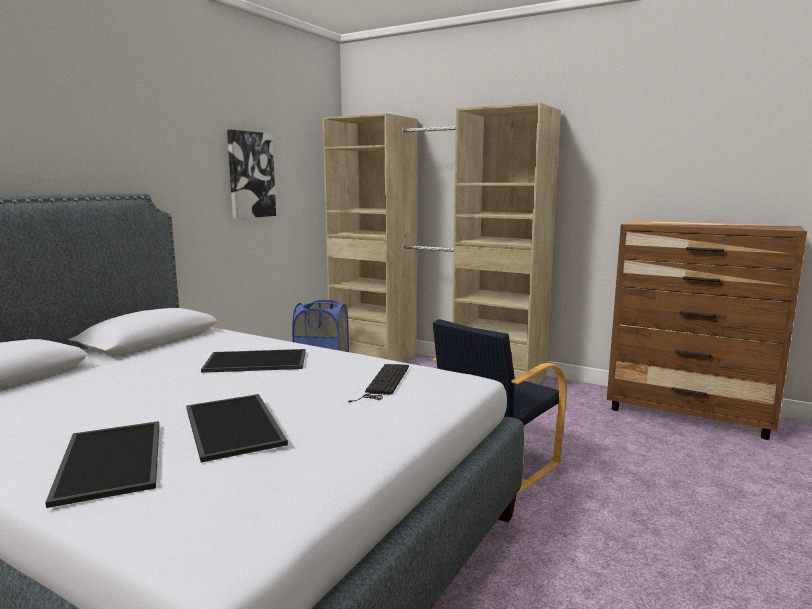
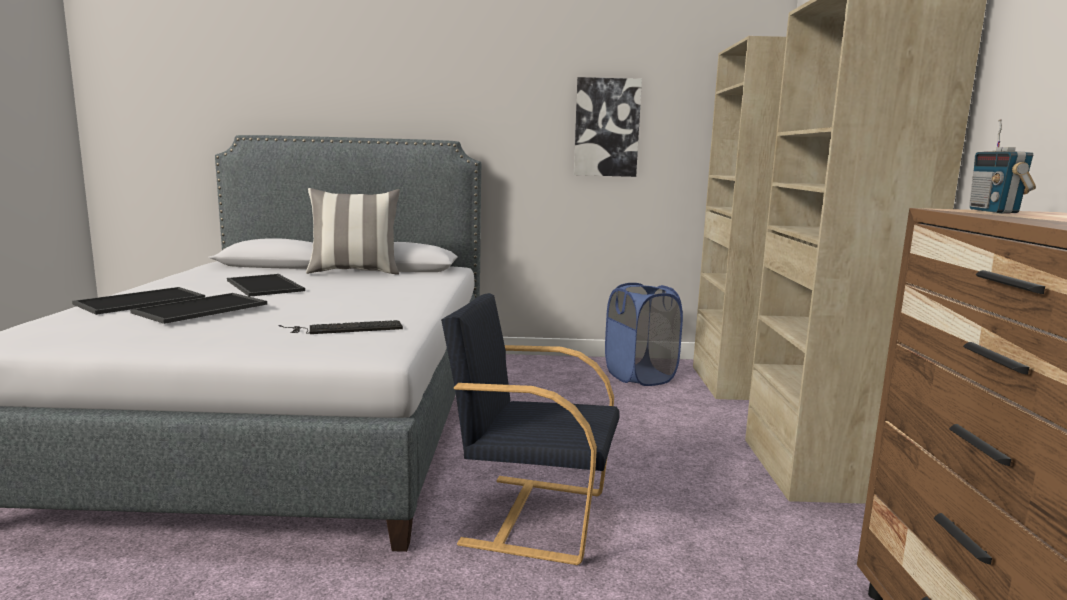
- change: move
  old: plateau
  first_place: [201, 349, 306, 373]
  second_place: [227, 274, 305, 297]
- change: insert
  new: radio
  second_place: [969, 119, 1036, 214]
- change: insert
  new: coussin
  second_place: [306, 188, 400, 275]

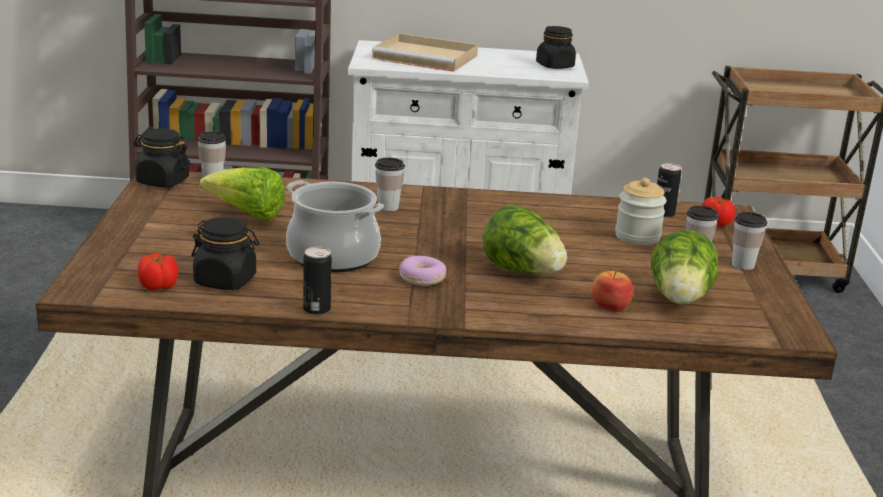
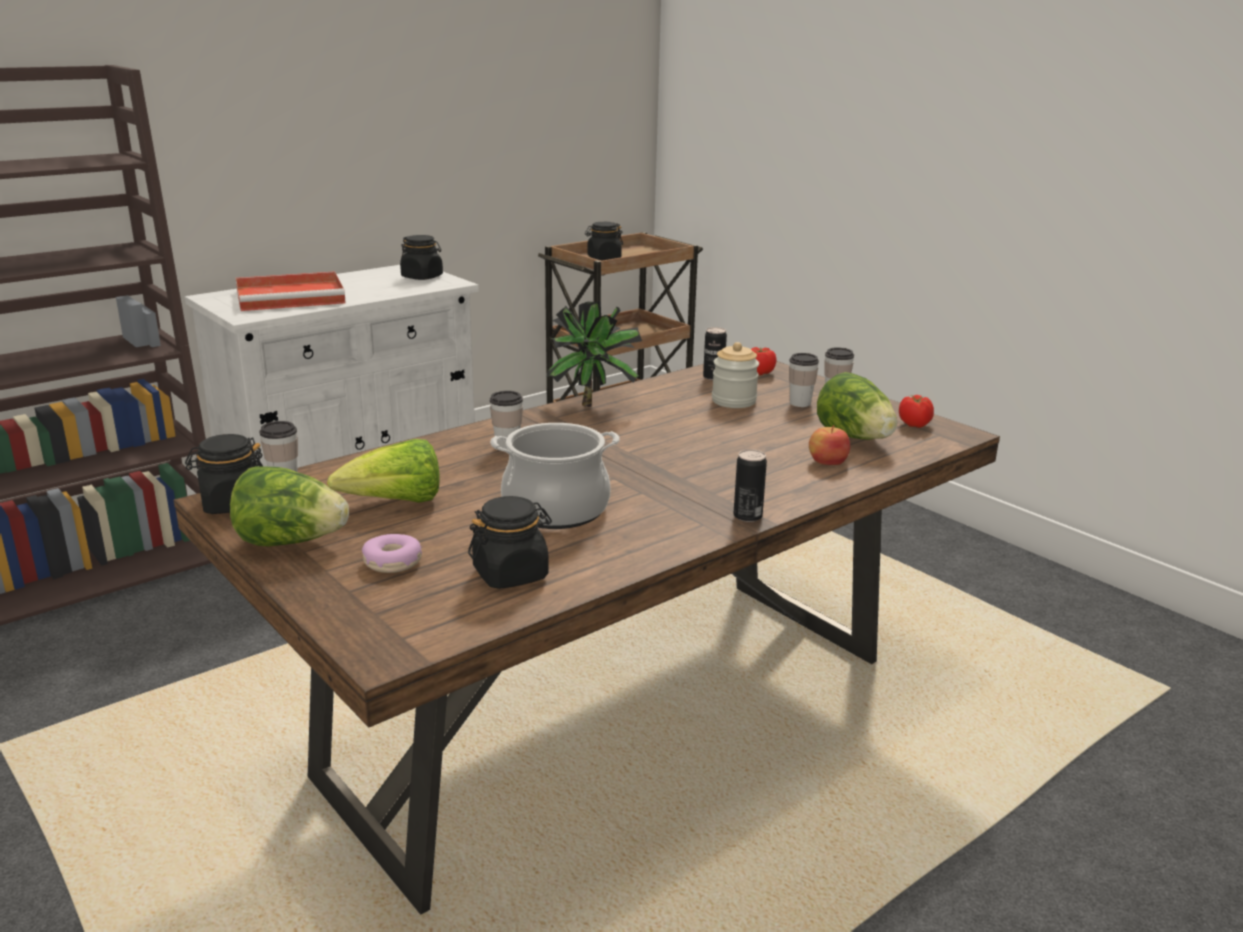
- change: recolor
  old: plateau/beige
  new: plateau/rouge
  first_place: [372, 33, 478, 72]
  second_place: [236, 271, 346, 311]
- change: move
  old: laitue
  first_place: [483, 205, 567, 274]
  second_place: [230, 466, 349, 546]
- change: move
  old: boîte métallique
  first_place: [303, 247, 332, 315]
  second_place: [733, 449, 767, 522]
- change: move
  old: tomate
  first_place: [138, 253, 178, 291]
  second_place: [899, 395, 934, 428]
- change: move
  old: beignet
  first_place: [399, 256, 446, 286]
  second_place: [362, 534, 422, 573]
- change: insert
  new: bocal/noir
  second_place: [585, 222, 623, 260]
- change: insert
  new: plante en pot
  second_place: [546, 301, 642, 407]

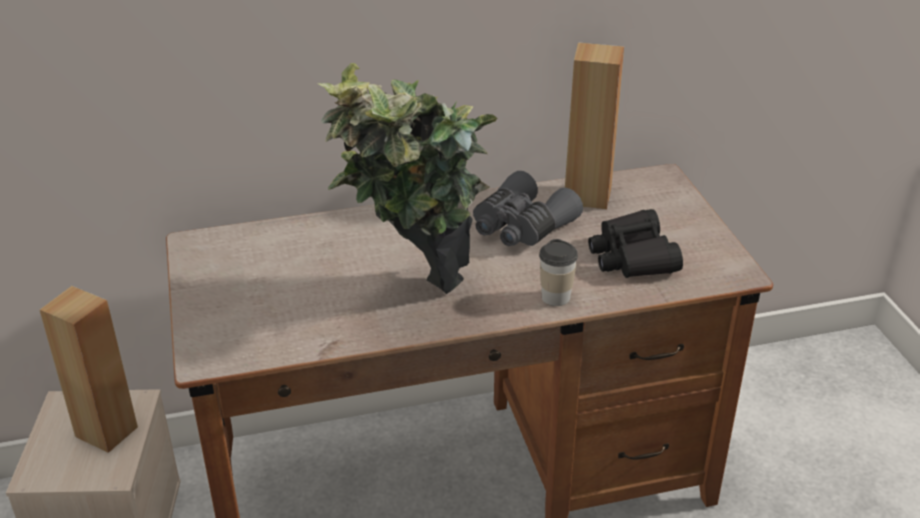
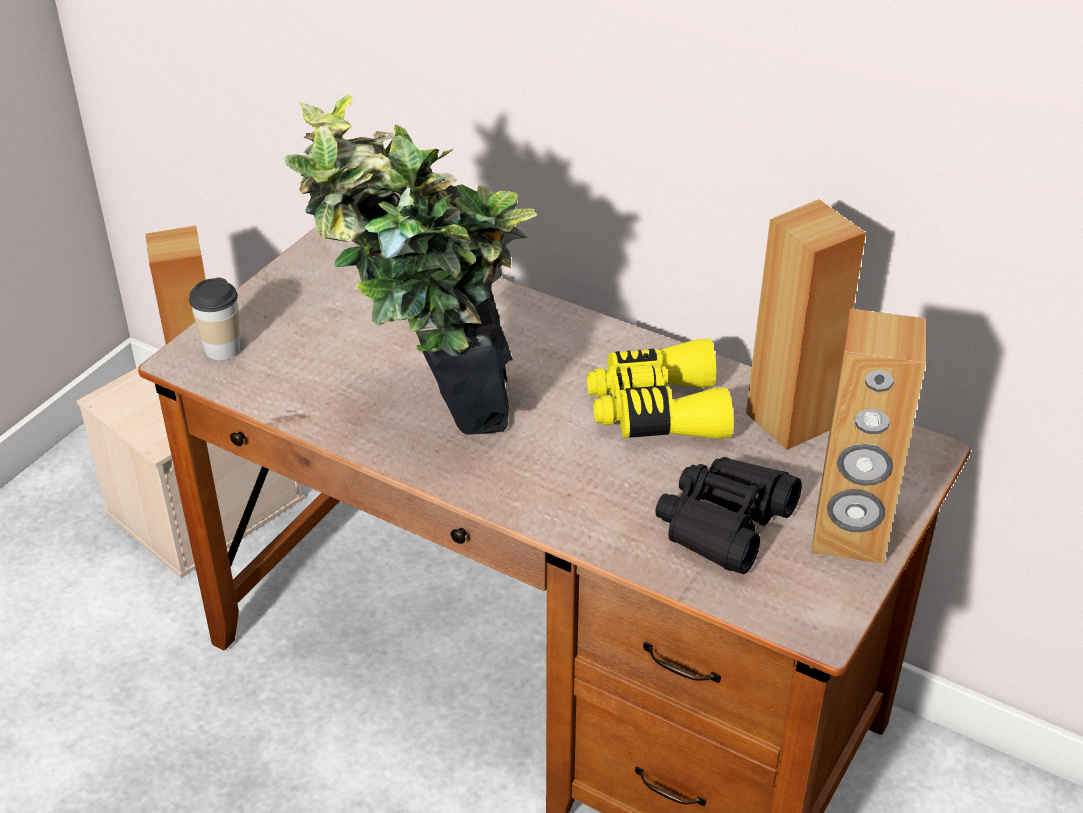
- change: recolor
  old: jumelles/gris
  new: jumelles/jaune
  first_place: [473, 171, 583, 246]
  second_place: [587, 339, 733, 439]
- change: move
  old: tasse
  first_place: [539, 239, 578, 306]
  second_place: [189, 277, 240, 361]
- change: insert
  new: enceinte/marron
  second_place: [811, 308, 926, 564]

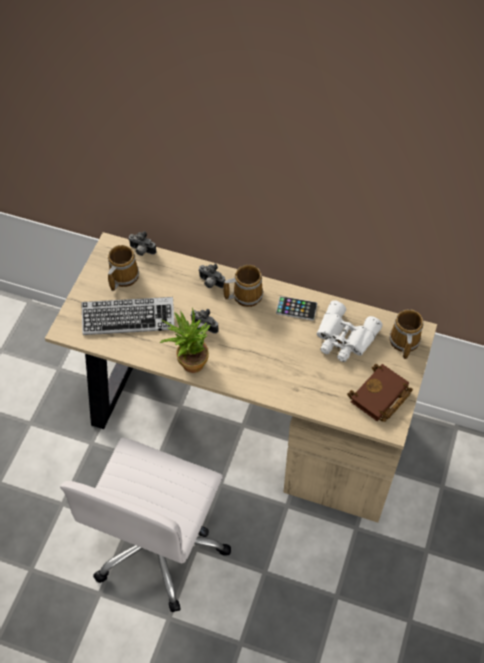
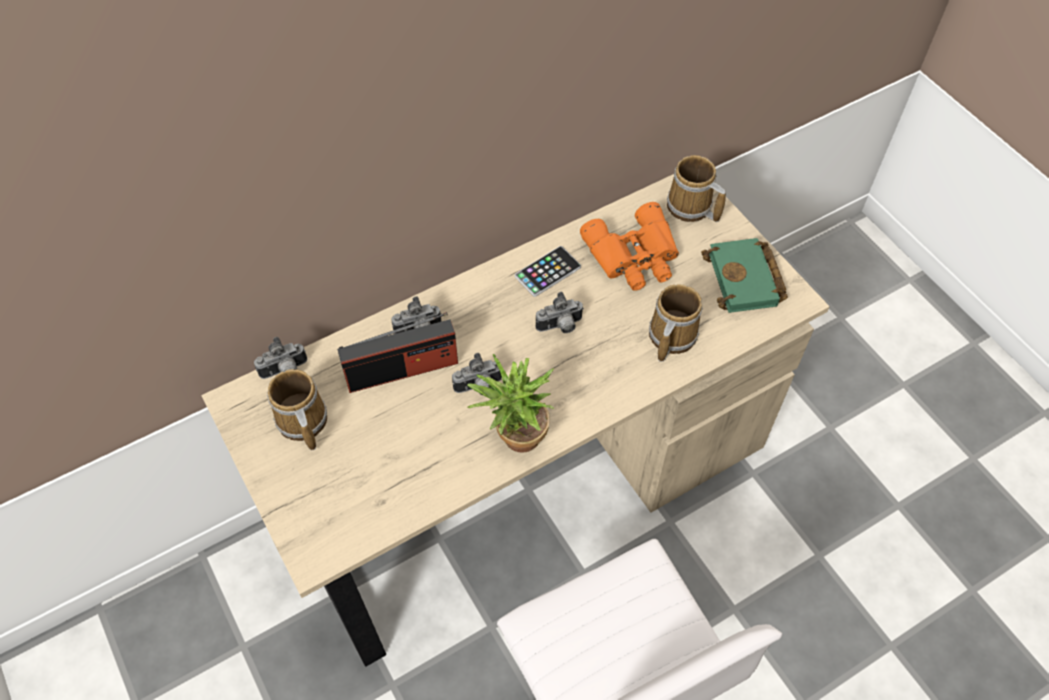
- change: move
  old: mug
  first_place: [223, 265, 263, 307]
  second_place: [649, 284, 703, 362]
- change: delete
  old: clavier
  first_place: [81, 297, 175, 335]
- change: recolor
  old: jumelles/blanc
  new: jumelles/orange
  first_place: [317, 300, 383, 362]
  second_place: [580, 202, 679, 291]
- change: recolor
  old: livre/marron
  new: livre/vert
  first_place: [347, 364, 413, 422]
  second_place: [701, 238, 788, 313]
- change: insert
  new: appareil photo
  second_place: [536, 292, 584, 333]
- change: insert
  new: radio
  second_place: [337, 312, 458, 393]

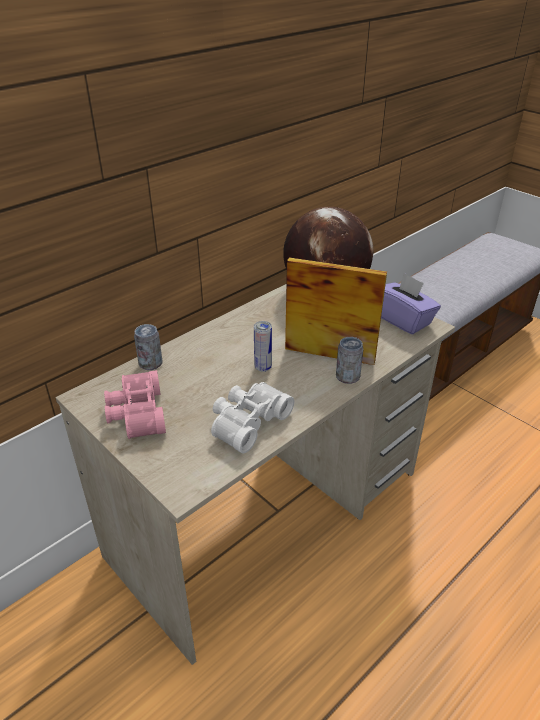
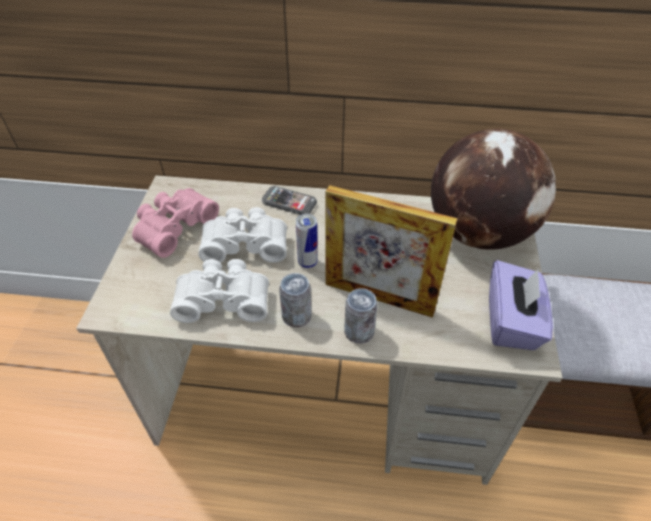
- change: rotate
  old: cadre photo
  first_place: [285, 257, 387, 365]
  second_place: [326, 185, 458, 318]
  degrees: 135
- change: move
  old: boîte métallique
  first_place: [134, 324, 163, 370]
  second_place: [279, 273, 311, 327]
- change: insert
  new: téléphone
  second_place: [262, 186, 317, 215]
- change: insert
  new: jumelles/blanc
  second_place: [198, 207, 287, 263]

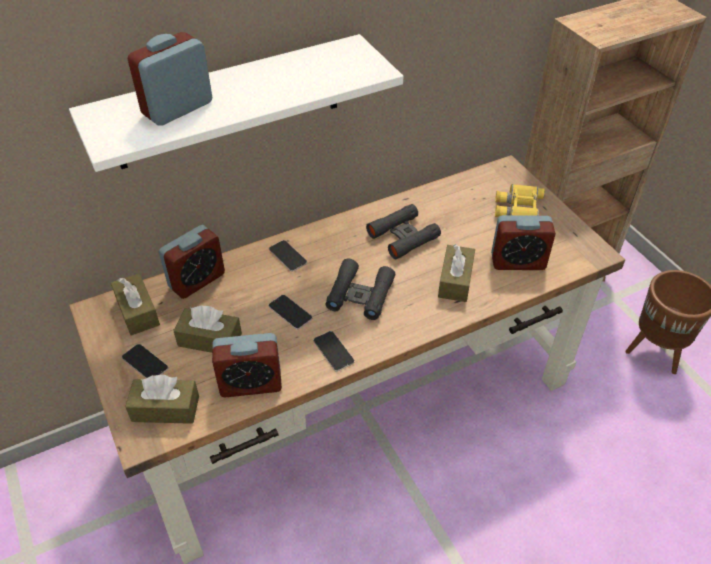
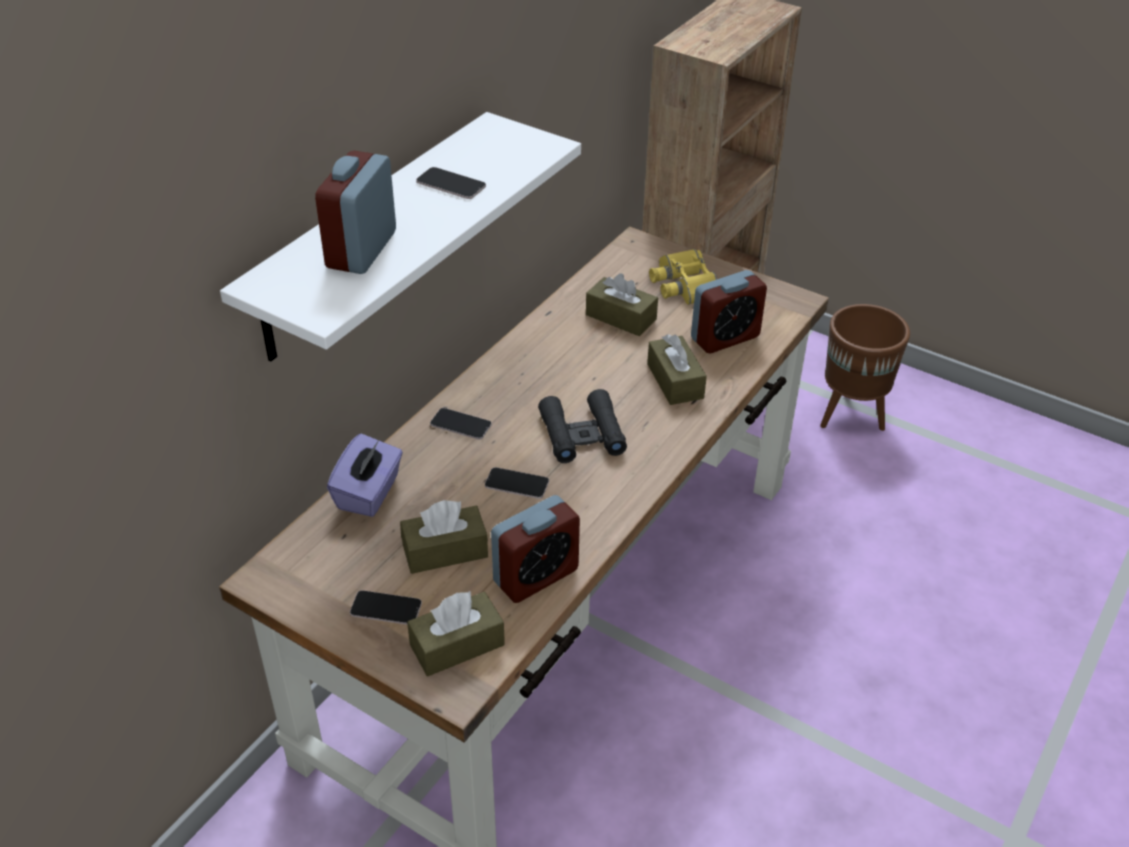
- change: delete
  old: jumelles/noir
  first_place: [366, 204, 441, 260]
- change: replace
  old: réveil
  new: boîte à mouchoirs/violet
  first_place: [159, 225, 225, 299]
  second_place: [327, 434, 403, 517]
- change: move
  old: boîte à mouchoirs/marron
  first_place: [111, 273, 160, 336]
  second_place: [586, 273, 658, 336]
- change: move
  old: téléphone
  first_place: [313, 331, 355, 372]
  second_place: [416, 167, 486, 199]

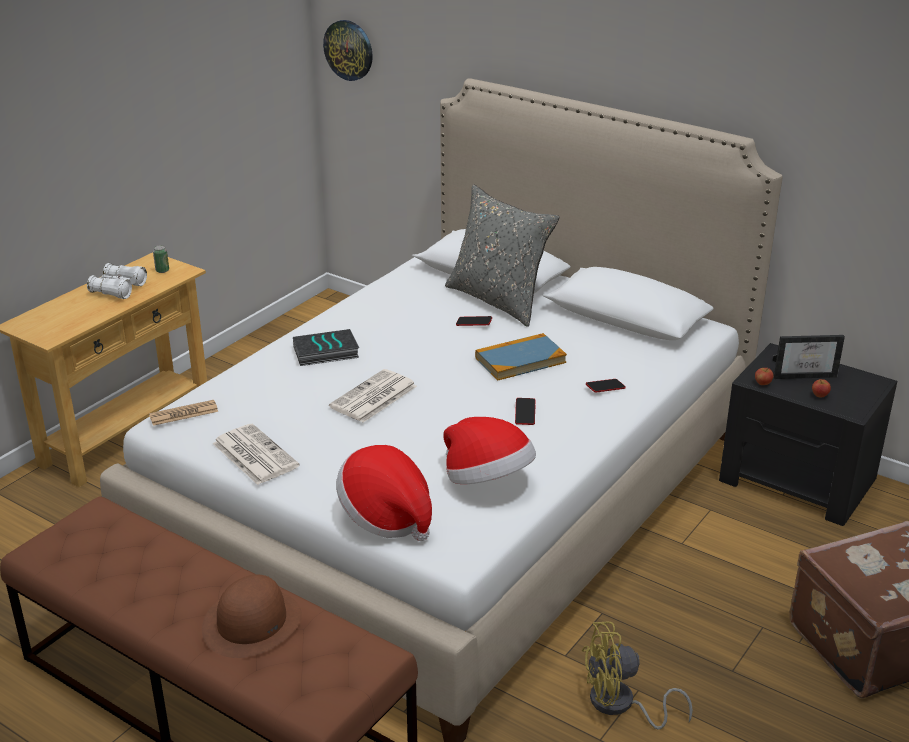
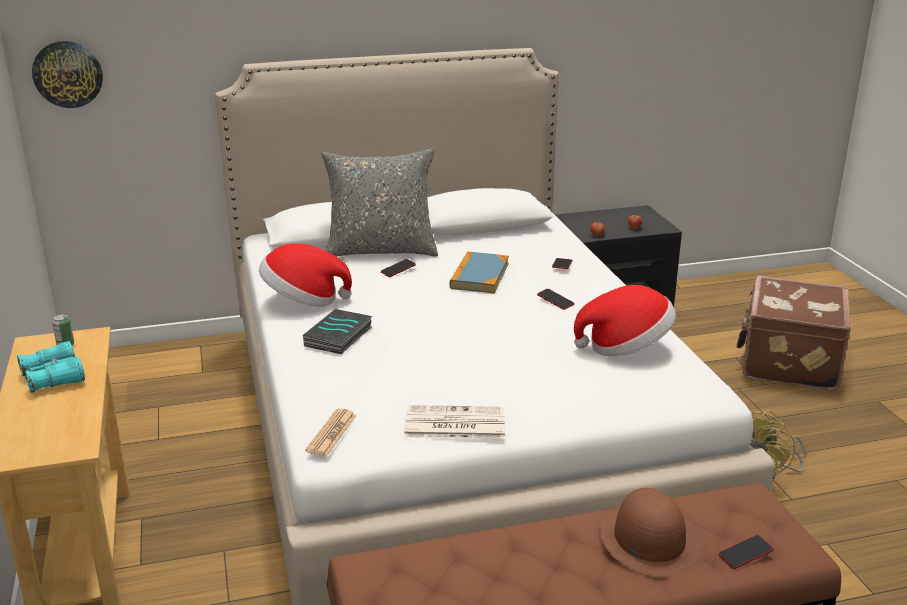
- change: recolor
  old: jumelles/blanc
  new: jumelles/turquoise
  first_place: [87, 263, 147, 299]
  second_place: [17, 341, 85, 393]
- change: delete
  old: cadre photo
  first_place: [773, 335, 845, 379]
- change: delete
  old: journal
  first_place: [329, 369, 417, 423]
- change: move
  old: chapeau
  first_place: [336, 445, 432, 541]
  second_place: [259, 243, 352, 306]
- change: insert
  new: téléphone
  second_place: [719, 535, 773, 569]

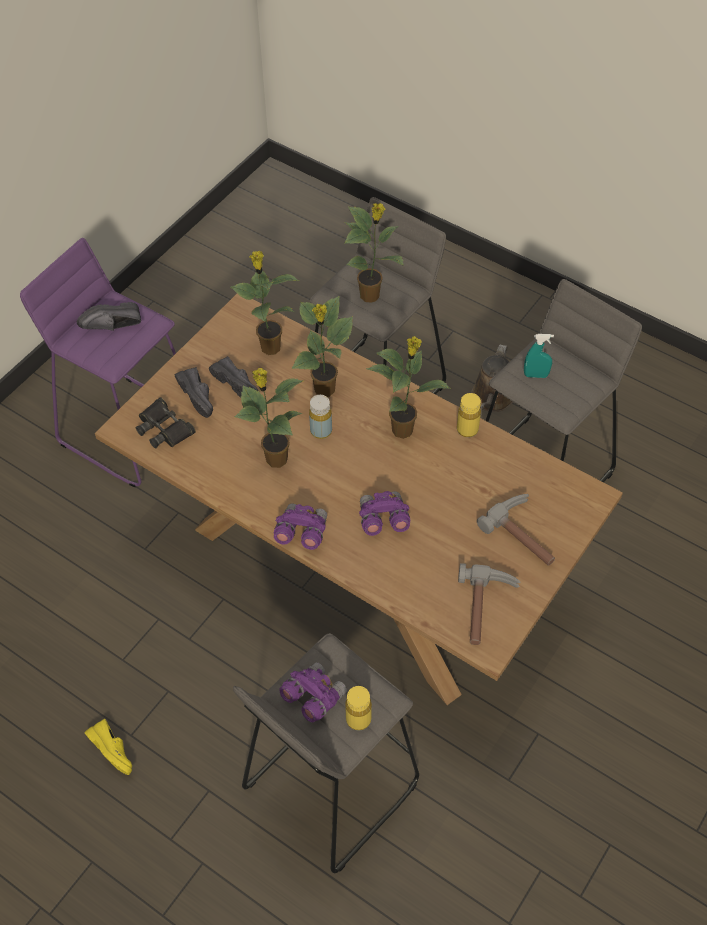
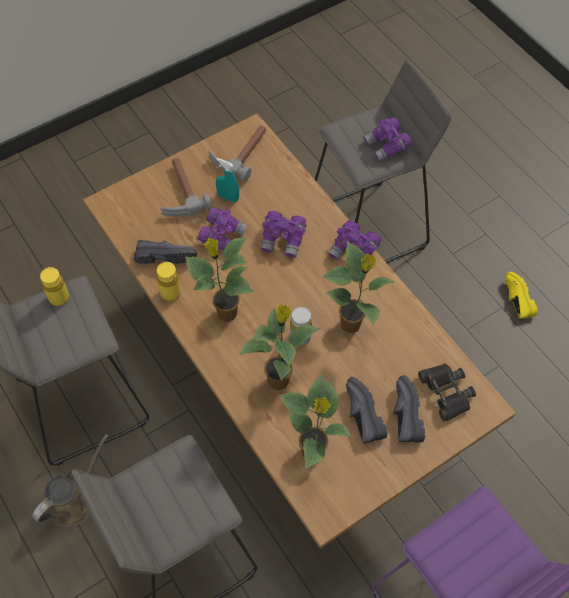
- change: delete
  old: plante en pot
  first_place: [344, 203, 404, 303]
- change: move
  old: chaussure/noir
  first_place: [77, 302, 141, 331]
  second_place: [134, 240, 197, 264]
- change: move
  old: vaporisateur/turquoise
  first_place: [524, 334, 554, 378]
  second_place: [216, 158, 239, 202]
- change: move
  old: bouteille/jaune
  first_place: [345, 686, 372, 730]
  second_place: [40, 267, 69, 306]
- change: insert
  new: jumelles/violet
  second_place: [197, 207, 247, 250]

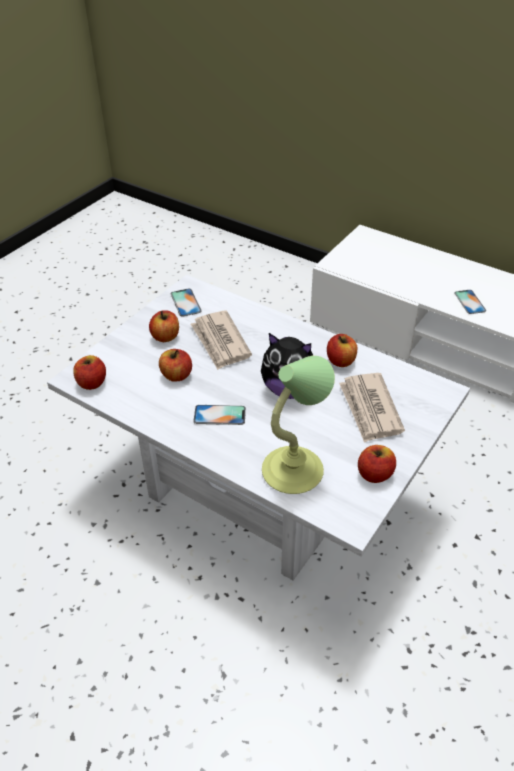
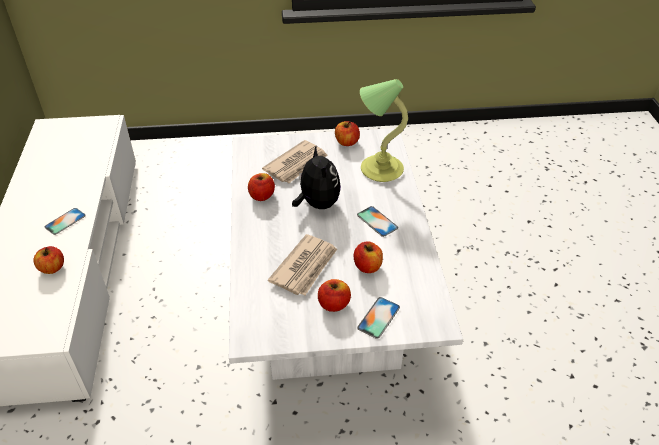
- change: move
  old: téléphone
  first_place: [171, 289, 202, 317]
  second_place: [357, 297, 400, 339]
- change: move
  old: pomme
  first_place: [73, 355, 106, 390]
  second_place: [33, 246, 64, 274]

